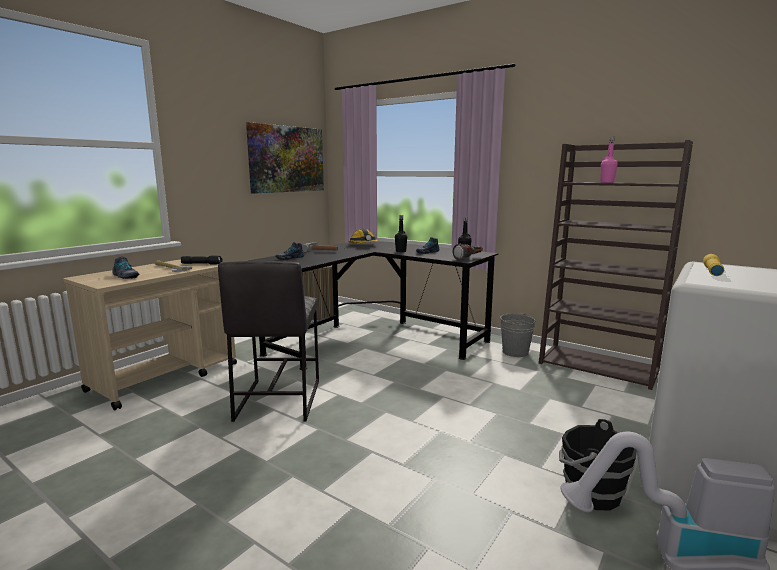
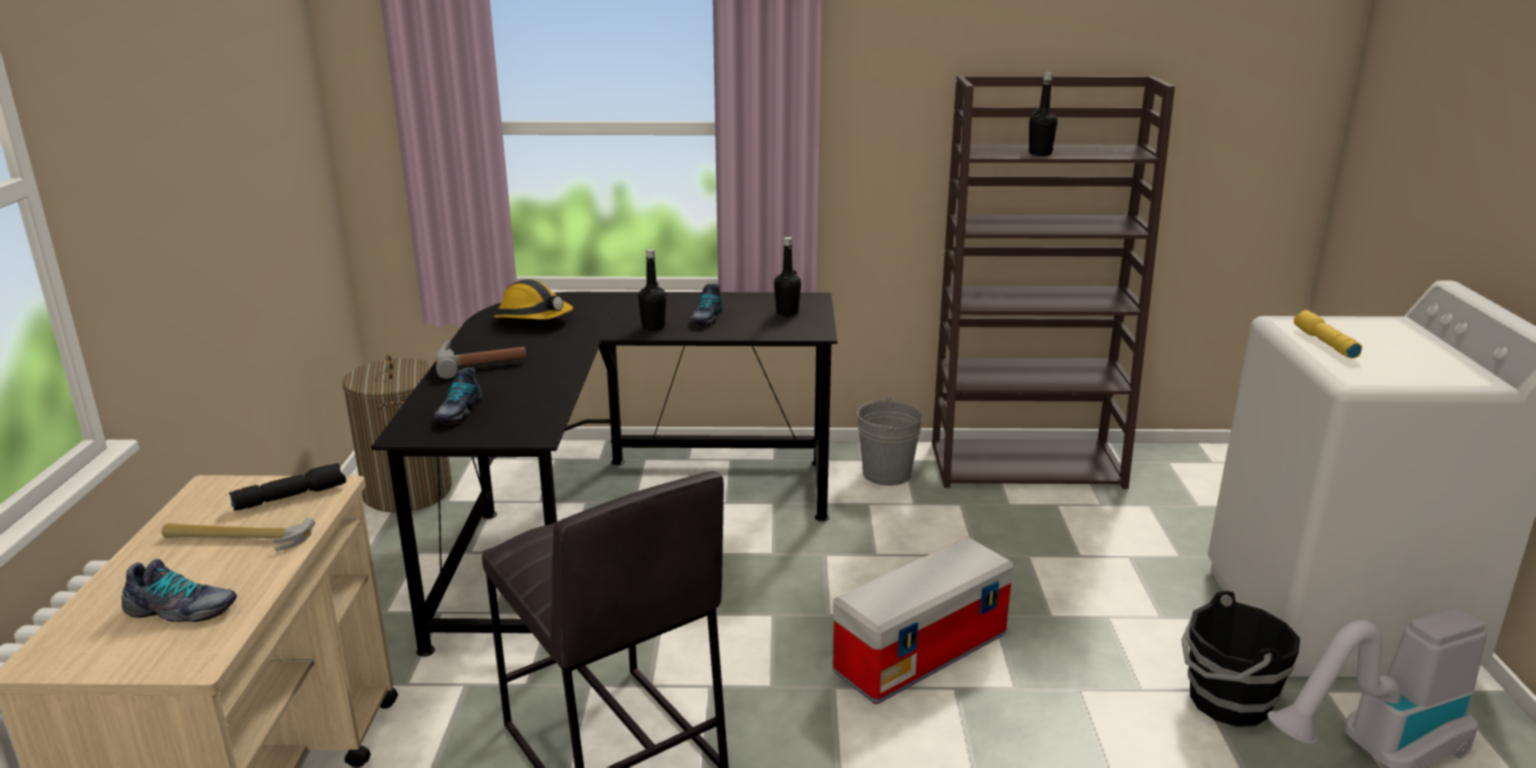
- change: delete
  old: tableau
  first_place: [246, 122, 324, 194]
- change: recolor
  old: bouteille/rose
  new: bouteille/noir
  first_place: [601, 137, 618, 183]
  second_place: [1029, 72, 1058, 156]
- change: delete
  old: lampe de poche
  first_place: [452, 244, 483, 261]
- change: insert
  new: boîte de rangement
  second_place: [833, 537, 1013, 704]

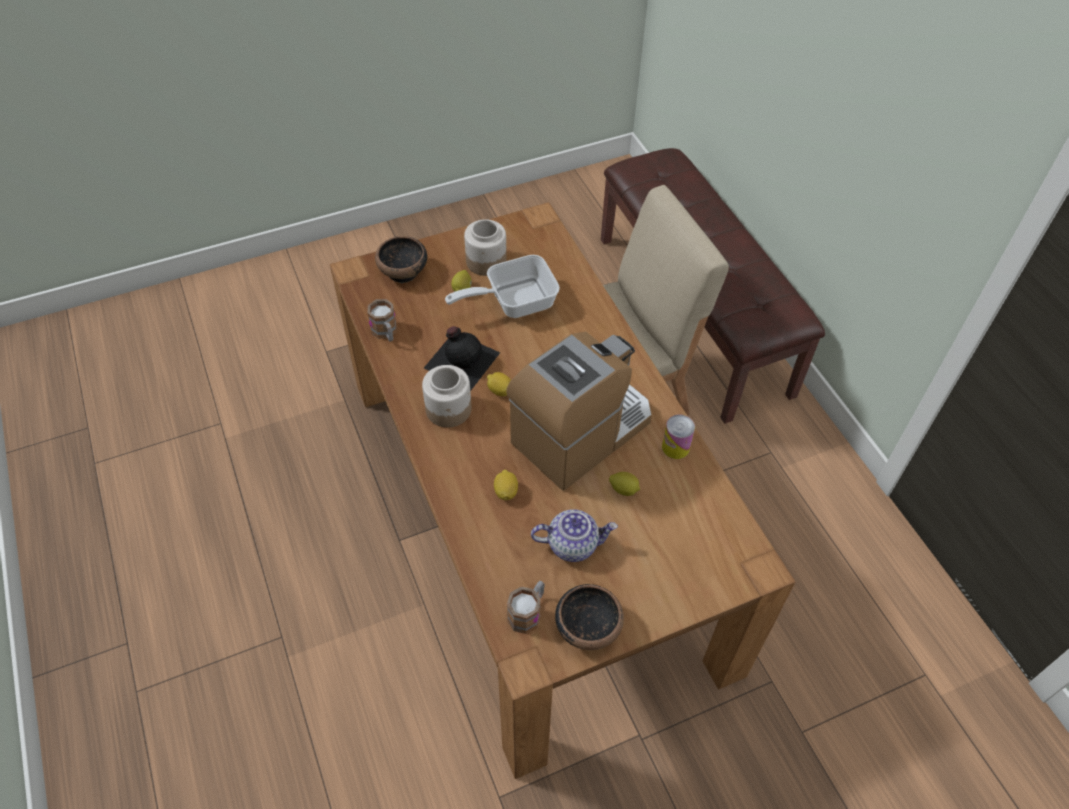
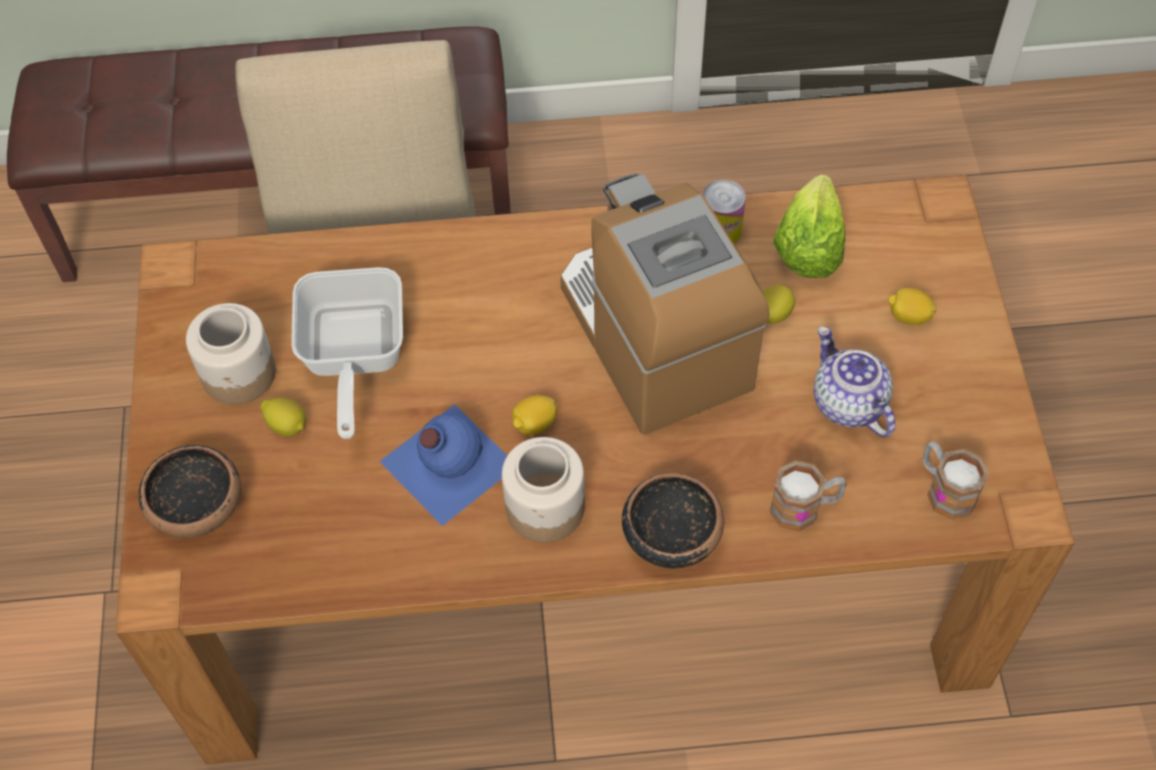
- change: move
  old: mug
  first_place: [367, 299, 397, 341]
  second_place: [770, 460, 847, 531]
- change: recolor
  old: bouteille/noir
  new: bouteille/bleu
  first_place: [424, 326, 500, 390]
  second_place: [379, 404, 507, 526]
- change: move
  old: citron
  first_place: [494, 470, 518, 500]
  second_place: [888, 288, 936, 325]
- change: rotate
  old: théière
  first_place: [531, 509, 618, 562]
  second_place: [814, 326, 895, 437]
  degrees: -45
- change: move
  old: bol
  first_place: [555, 584, 624, 650]
  second_place: [622, 473, 724, 568]
- change: insert
  new: laitue
  second_place: [773, 174, 845, 278]

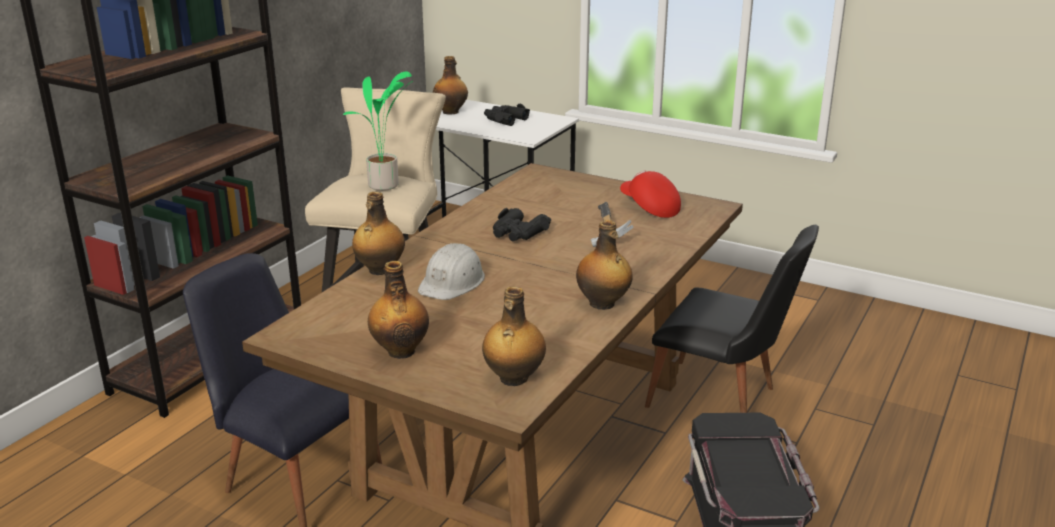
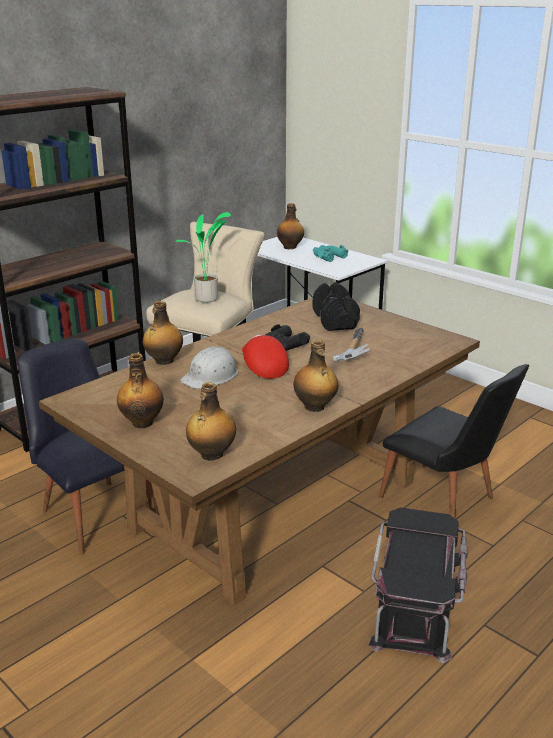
- change: recolor
  old: jumelles/noir
  new: jumelles/turquoise
  first_place: [484, 104, 530, 126]
  second_place: [313, 245, 348, 262]
- change: move
  old: casquette/rouge
  first_place: [620, 171, 681, 218]
  second_place: [242, 334, 289, 379]
- change: insert
  new: haltère/noir
  second_place: [312, 282, 360, 331]

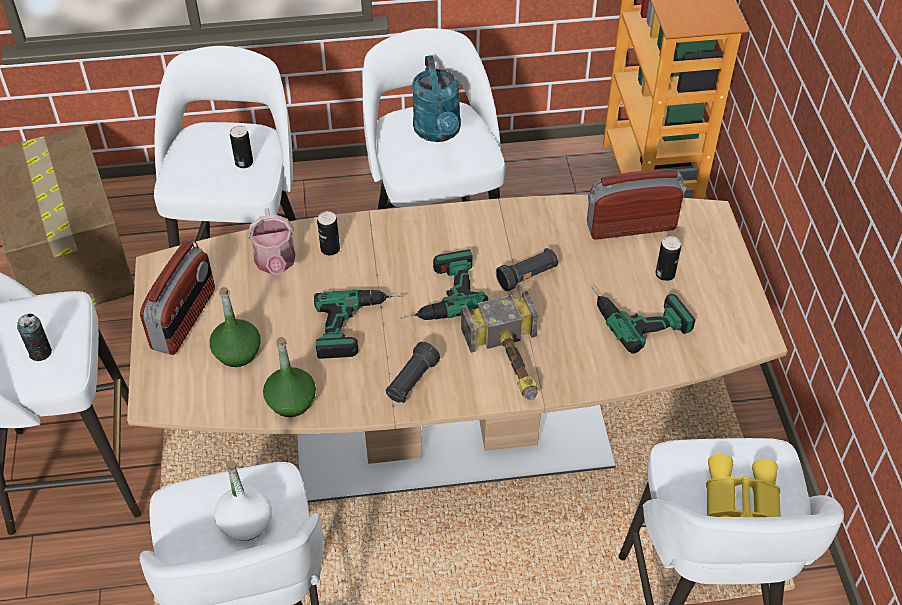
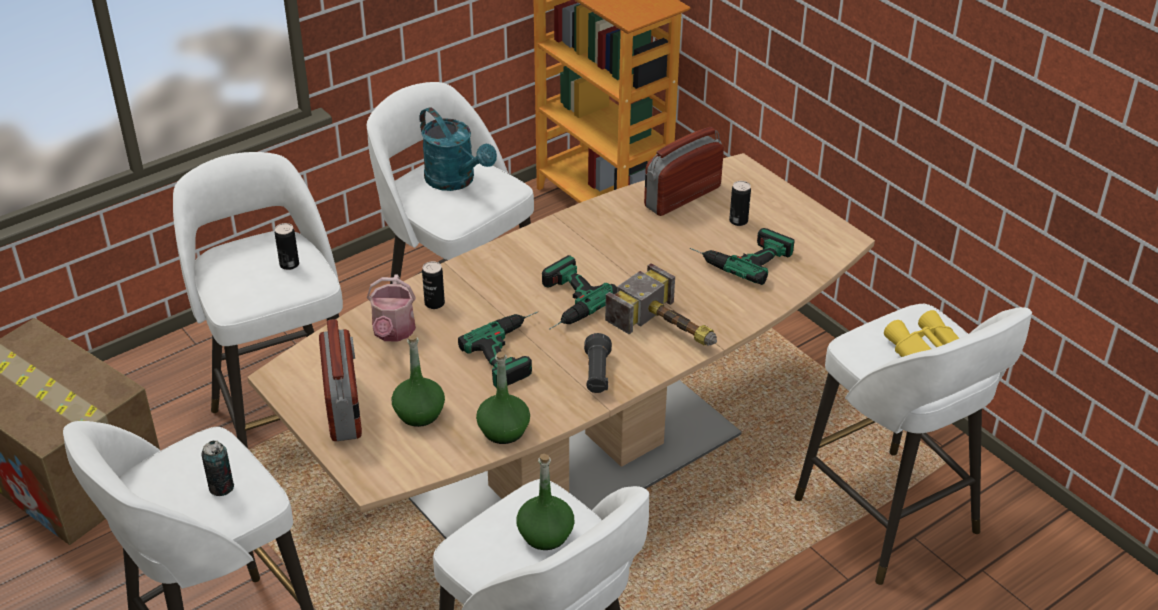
- change: rotate
  old: arrosoir
  first_place: [247, 208, 296, 275]
  second_place: [367, 274, 416, 342]
  degrees: 45
- change: delete
  old: lampe de poche/noir
  first_place: [496, 248, 559, 291]
- change: recolor
  old: bouteille/blanc
  new: bouteille/vert
  first_place: [214, 460, 272, 541]
  second_place: [517, 454, 575, 550]

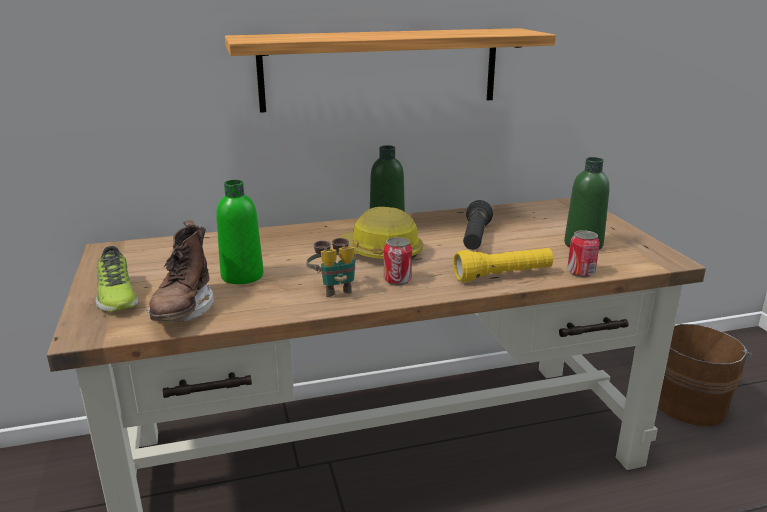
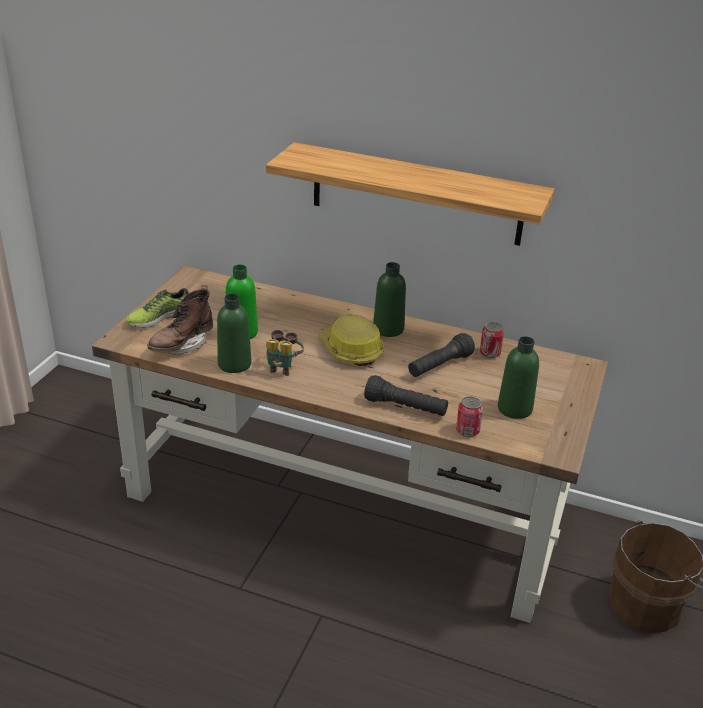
- change: move
  old: boîte métallique
  first_place: [384, 237, 412, 285]
  second_place: [480, 322, 504, 358]
- change: rotate
  old: chaussure
  first_place: [96, 246, 139, 311]
  second_place: [126, 288, 189, 328]
  degrees: 45
- change: recolor
  old: lampe de poche/jaune
  new: lampe de poche/noir
  first_place: [454, 248, 553, 282]
  second_place: [364, 375, 448, 416]
- change: insert
  new: bouteille/vert
  second_place: [217, 294, 251, 373]

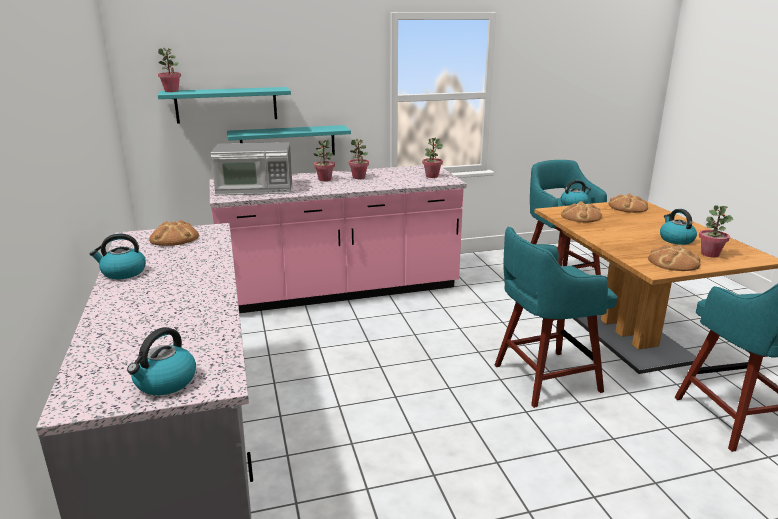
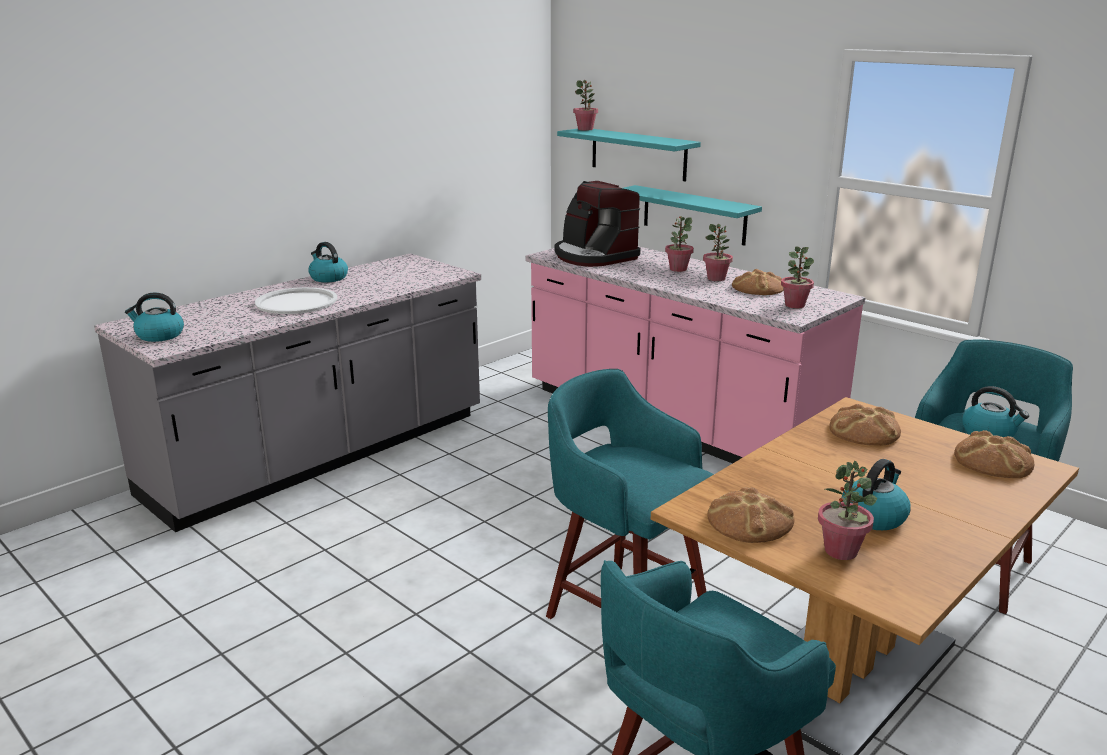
- change: replace
  old: micro-ondes
  new: machine à café
  first_place: [211, 142, 292, 195]
  second_place: [555, 181, 641, 267]
- change: move
  old: pain
  first_place: [149, 220, 199, 246]
  second_place: [732, 269, 783, 295]
- change: insert
  new: plateau/blanc
  second_place: [255, 287, 337, 314]

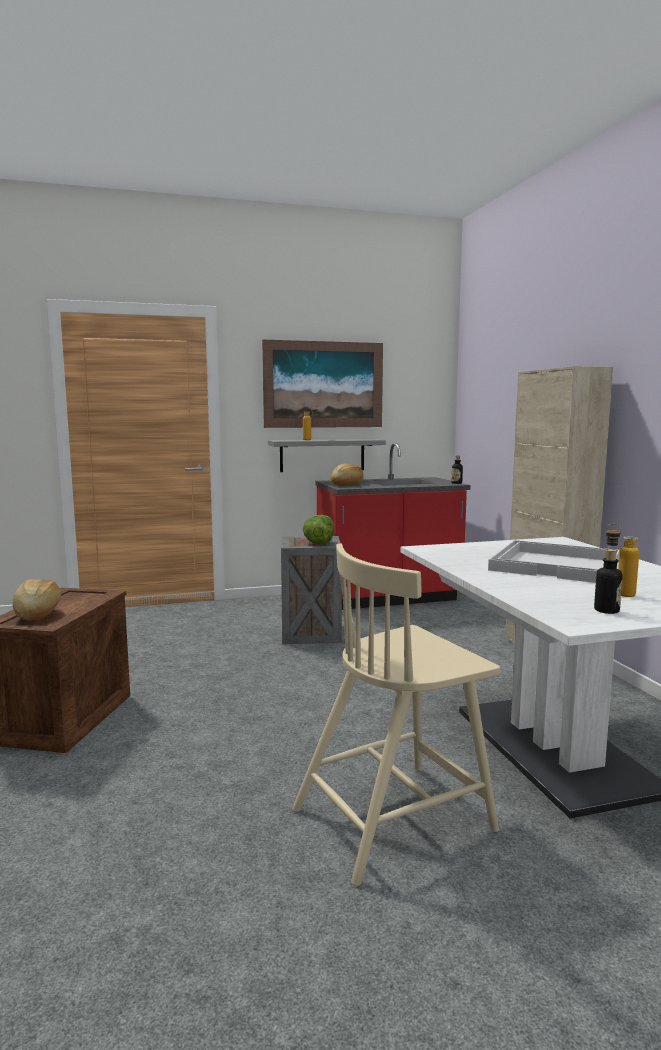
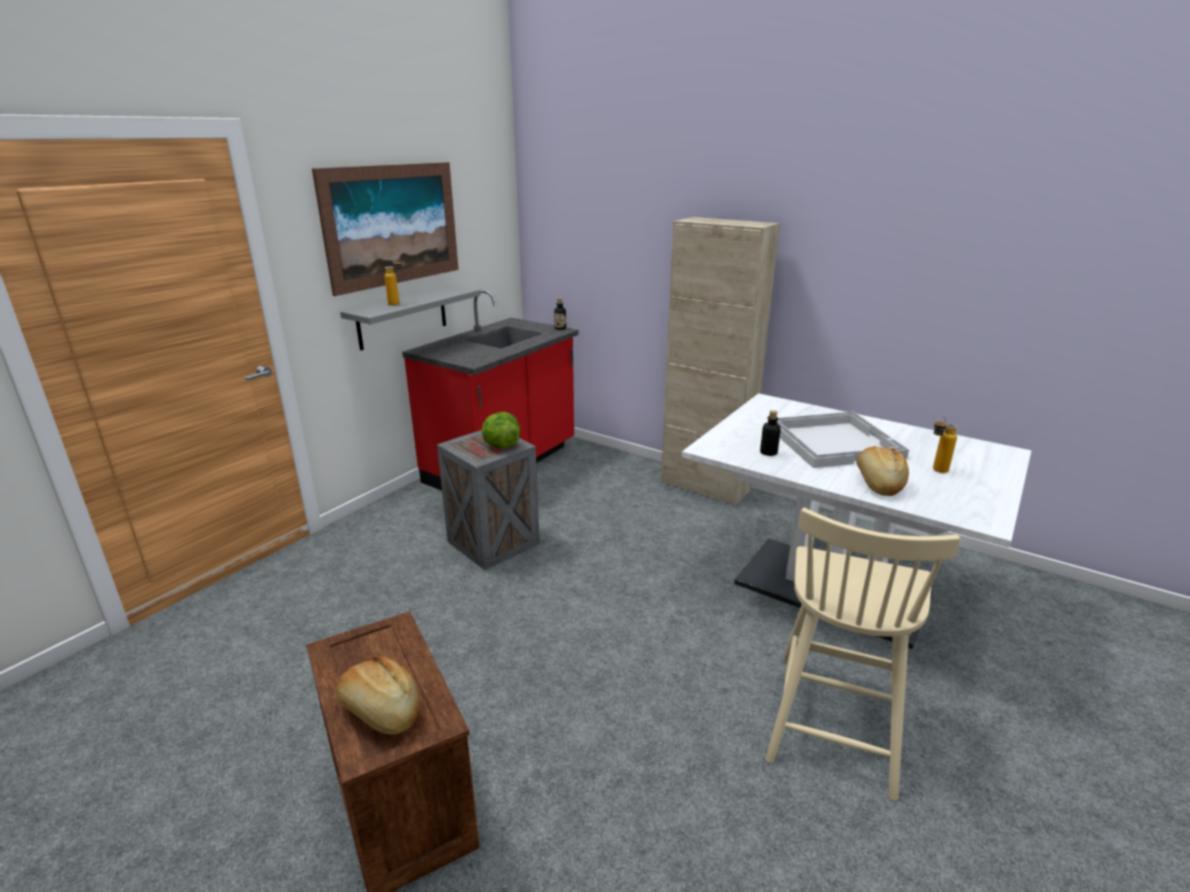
- change: move
  old: pain
  first_place: [330, 463, 364, 486]
  second_place: [856, 446, 909, 496]
- change: move
  old: bouteille
  first_place: [594, 549, 623, 614]
  second_place: [760, 410, 781, 456]

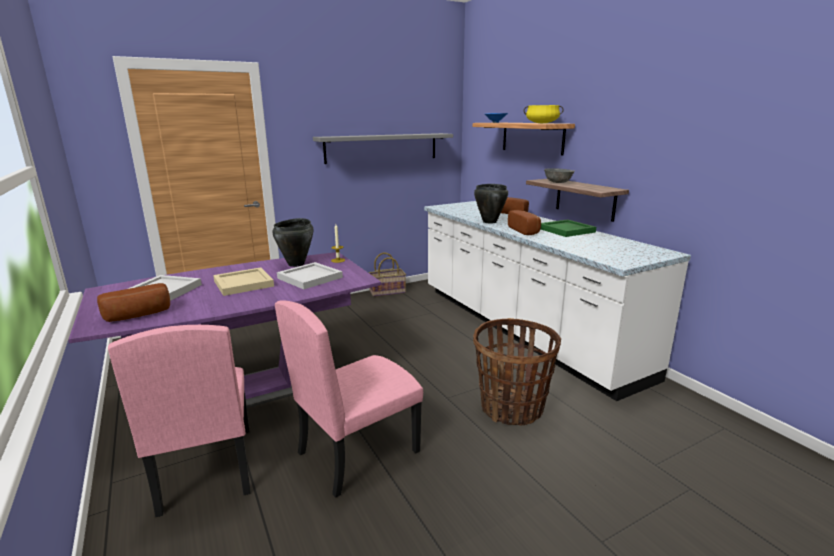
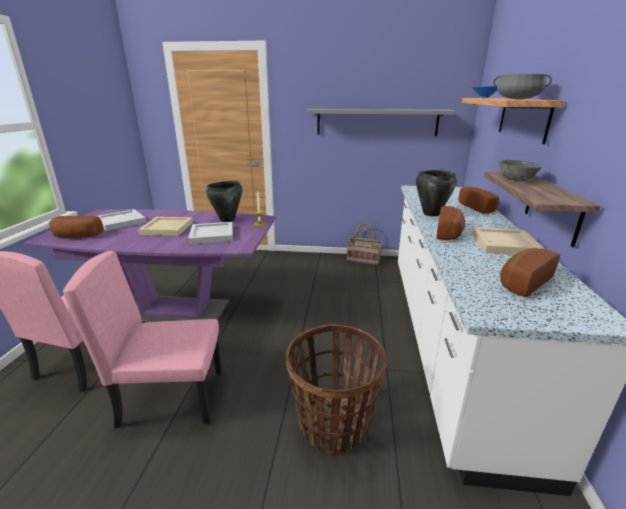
- change: recolor
  old: marmite/jaune
  new: marmite/gris
  first_place: [524, 105, 563, 123]
  second_place: [494, 74, 552, 99]
- change: recolor
  old: plateau/vert
  new: plateau/beige
  first_place: [541, 219, 596, 237]
  second_place: [472, 227, 545, 254]
- change: insert
  new: pain
  second_place: [500, 248, 560, 297]

